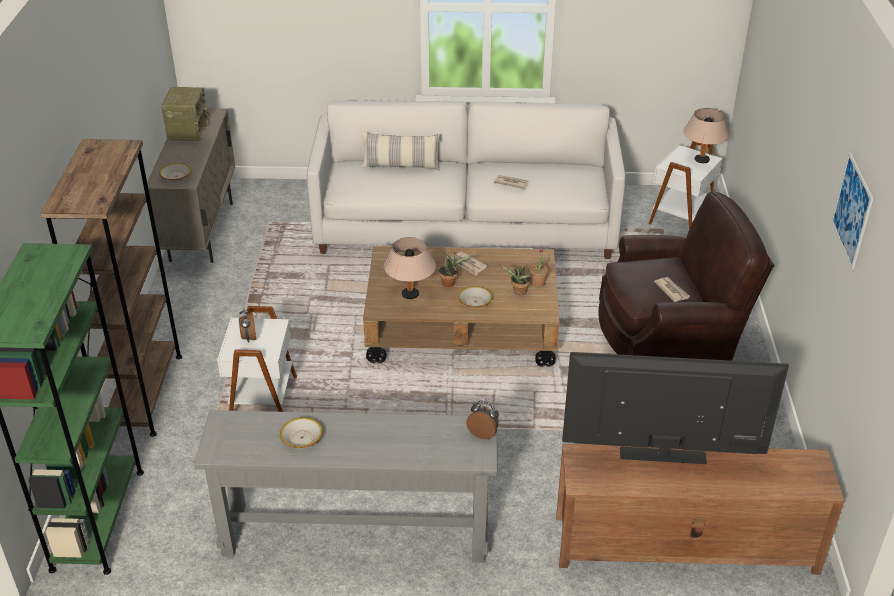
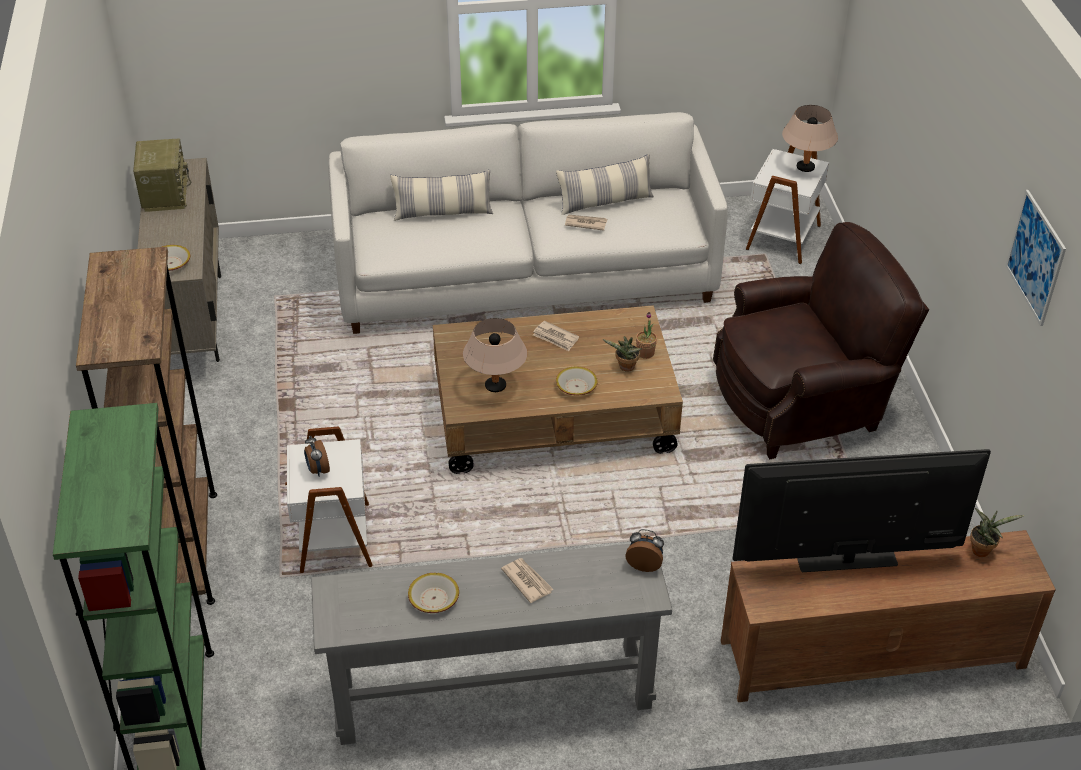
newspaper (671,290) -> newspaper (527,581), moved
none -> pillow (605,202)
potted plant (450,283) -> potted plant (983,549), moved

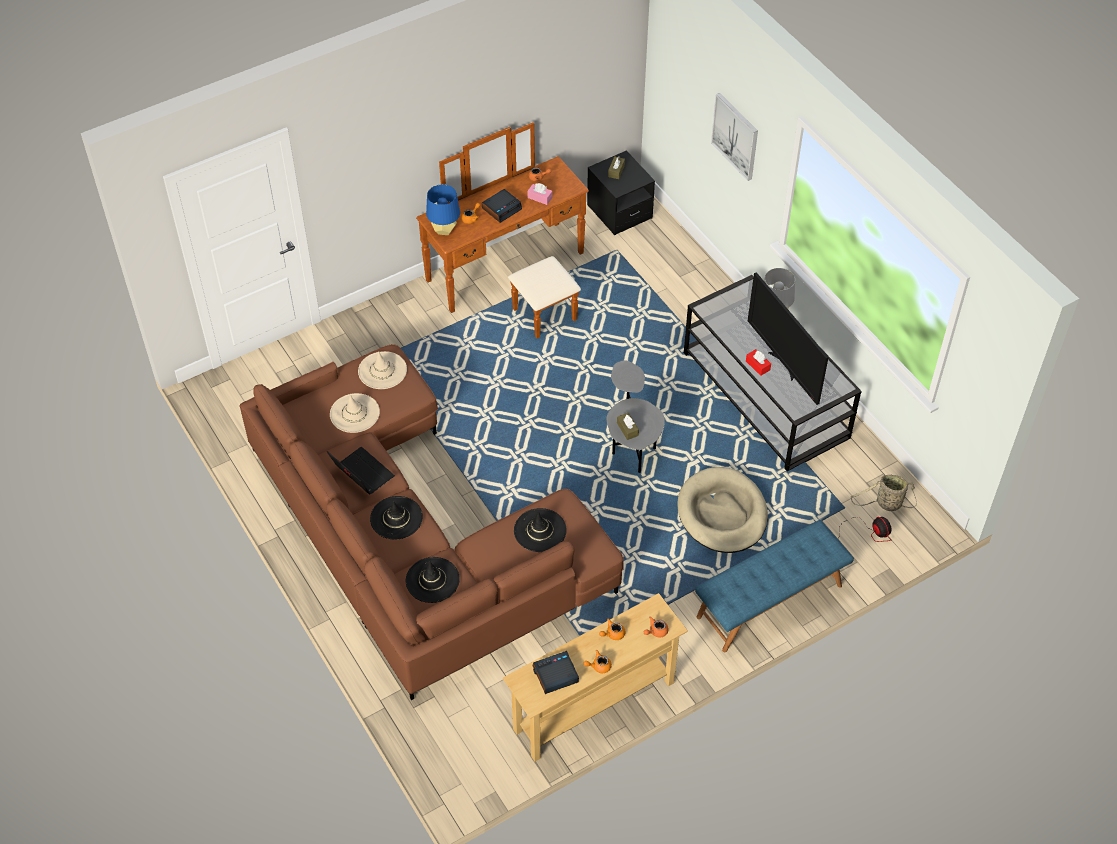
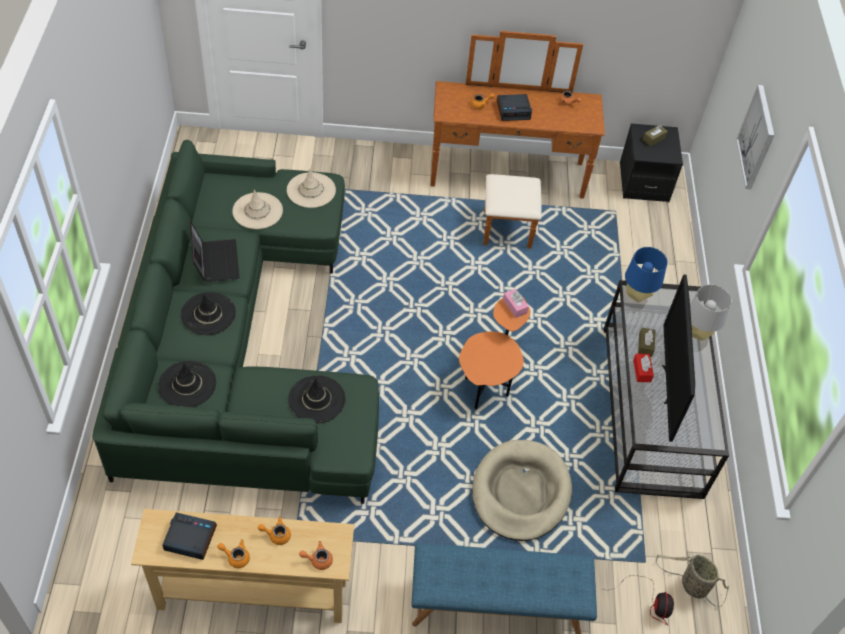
sofa/brown (412,537) -> sofa/green (237,345)
side table/grey (631,443) -> side table/orange (490,379)
tissue box/pink (540,197) -> tissue box/pink (514,306), moved
table lamp/blue (444,230) -> table lamp/blue (637,295), moved
tissue box/brown (627,429) -> tissue box/brown (645,345), moved

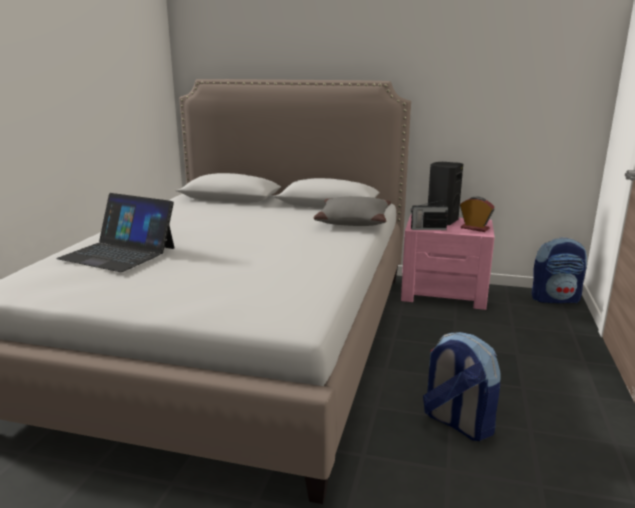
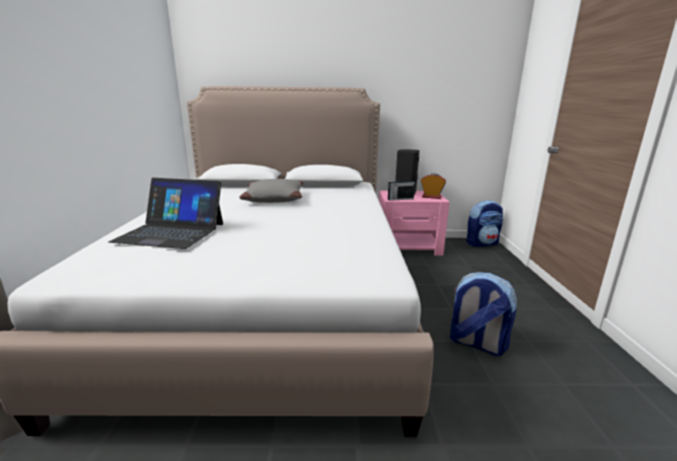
pillow/grey (352,221) -> pillow/grey (273,199), moved

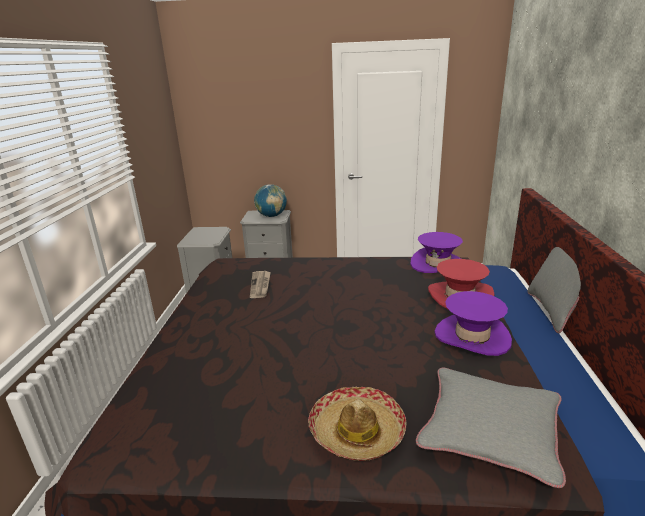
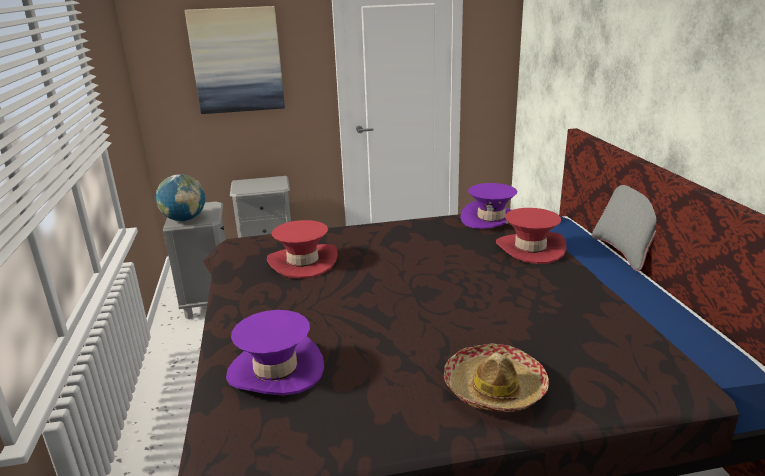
globe (271,216) -> globe (184,219), moved
none -> picture (237,60)
hat/purple (472,336) -> hat/purple (276,370), moved
newspaper (260,285) -> hat/red (303,262)
pillow/grey (490,430) -> none

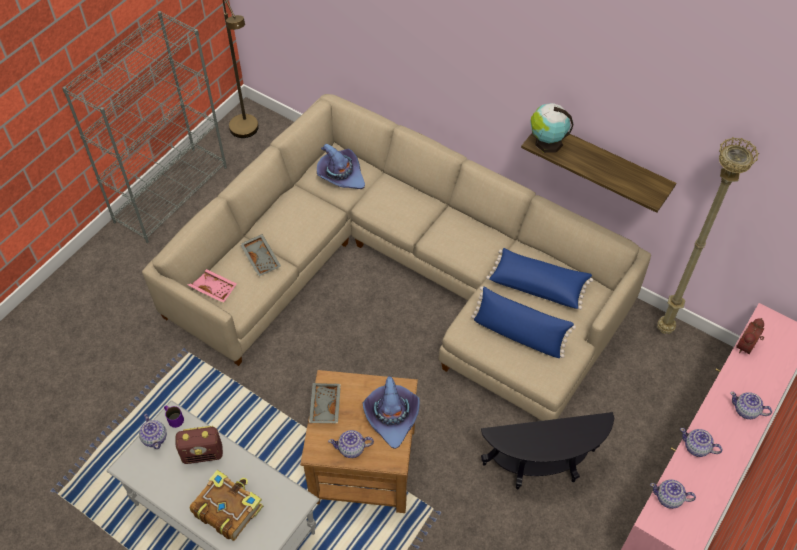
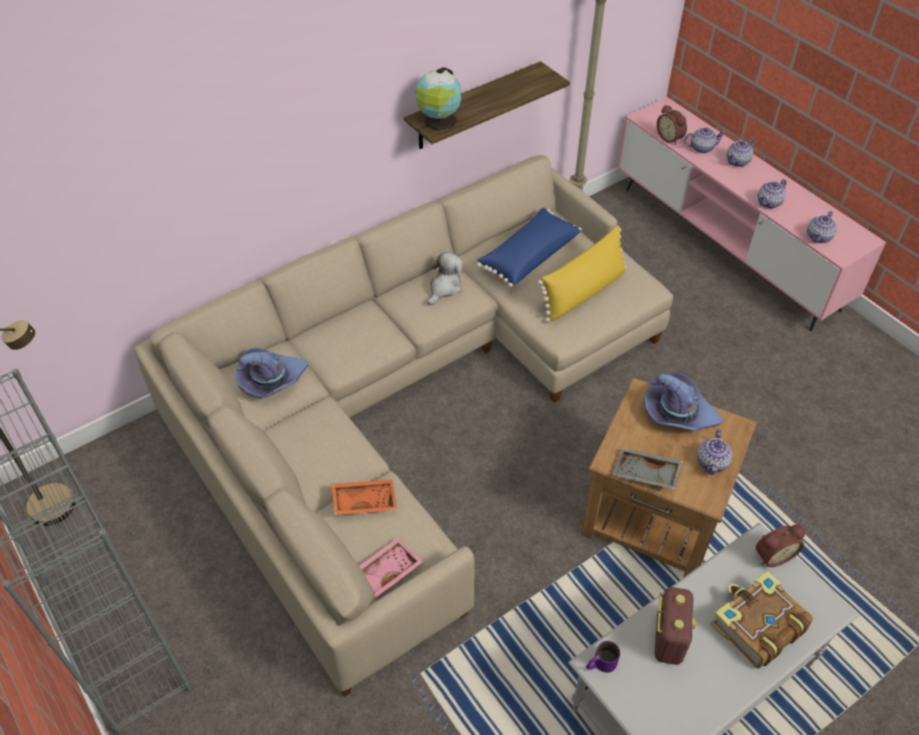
tray/grey (262,258) -> tray/orange (364,500)
none -> plush toy (444,288)
pillow/blue (519,334) -> pillow/yellow (583,292)
teapot (155,437) -> teapot (701,148), moved
none -> alarm clock (772,554)
side table/black (541,469) -> none

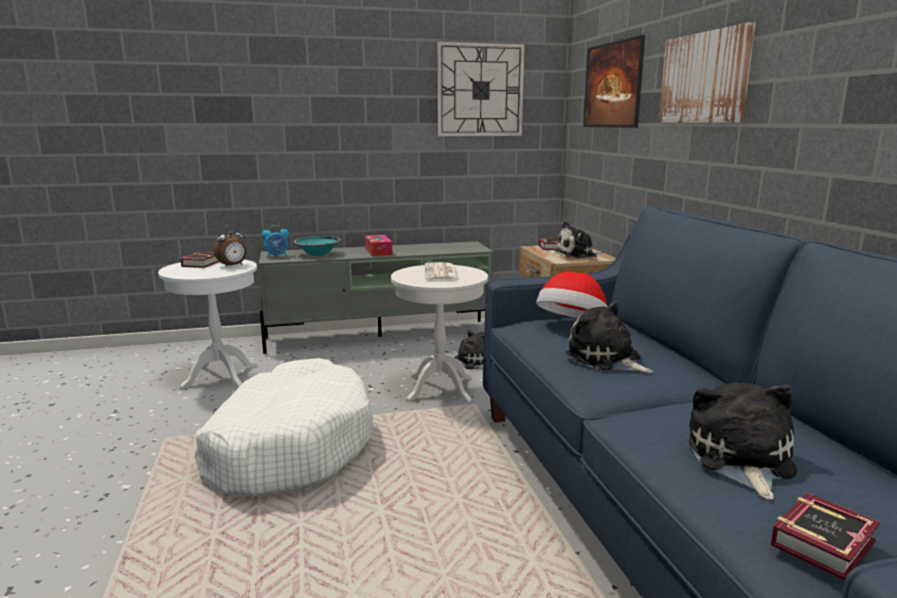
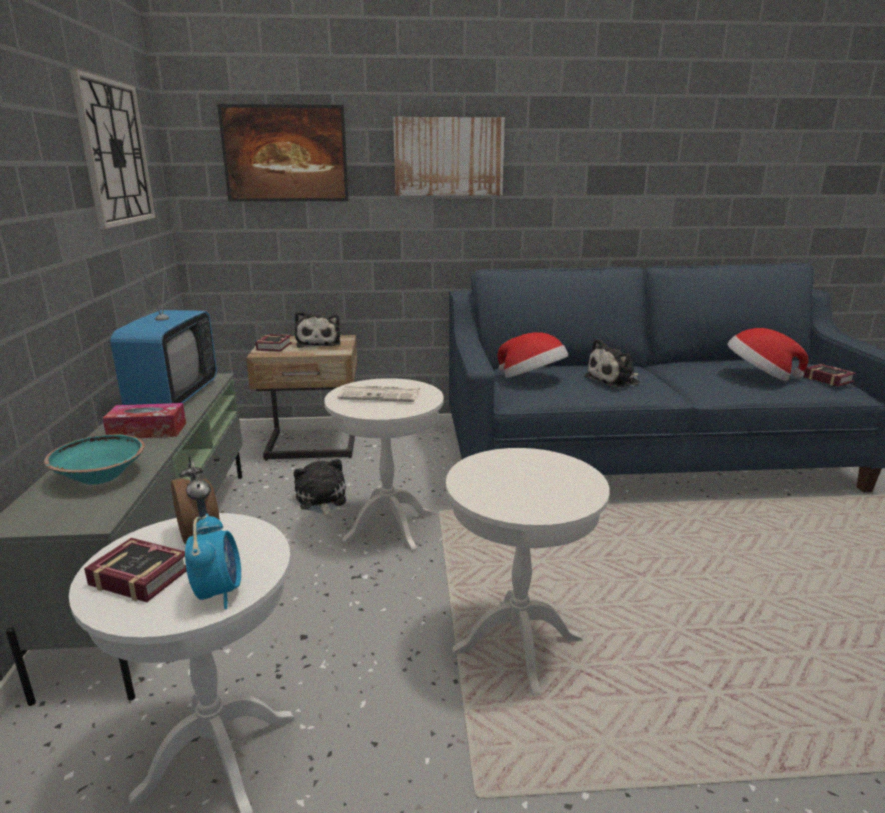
none -> television (174,396)
alarm clock (277,256) -> alarm clock (219,592), moved
dog bed/white (289,447) -> side table/white (518,645)
plush toy (740,459) -> hat (759,376)

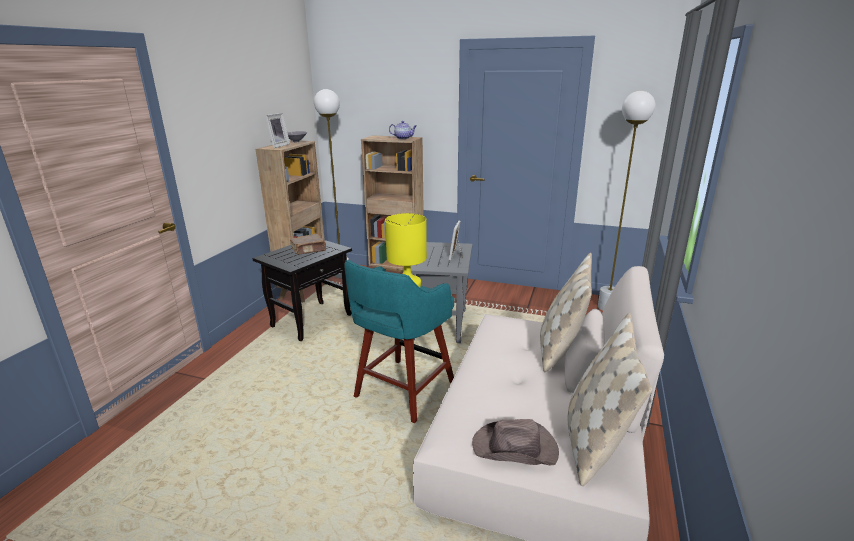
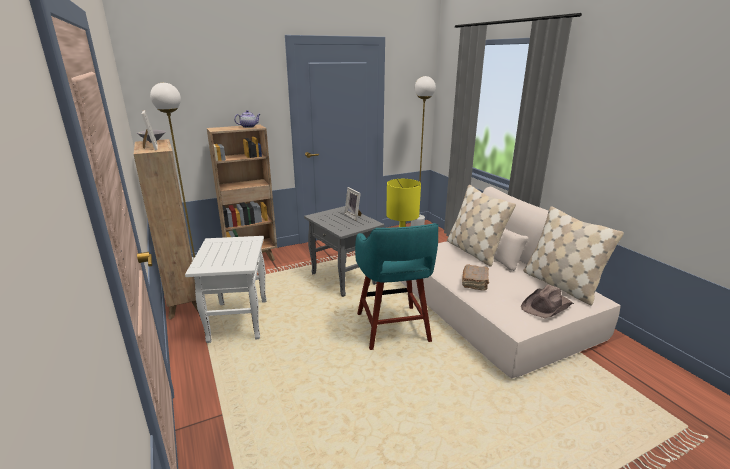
side table/black (312,320) -> side table/white (237,320)
book/brown (309,250) -> book/brown (475,283), moved

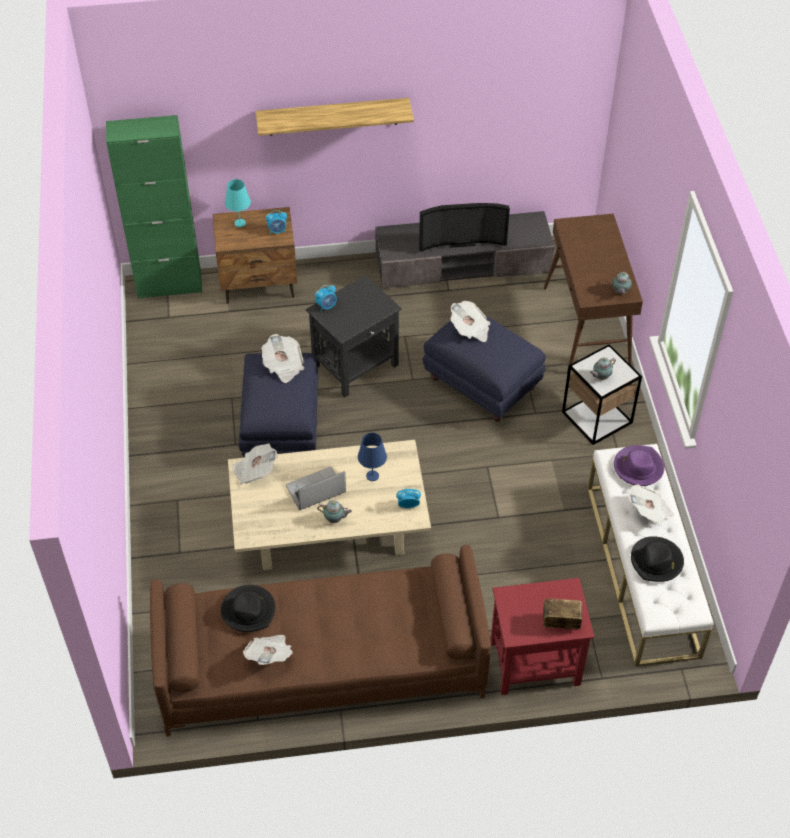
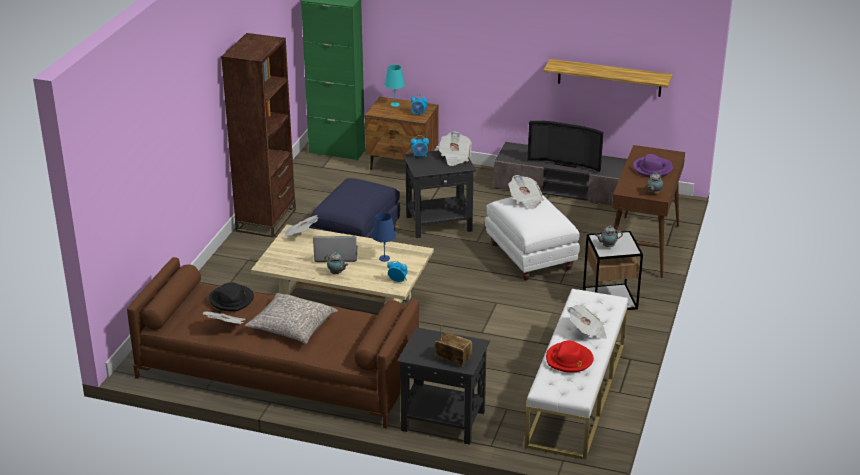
none -> bookcase/brown (266,220)
none -> pillow/grey (291,327)
side table/red (533,662) -> side table/black (442,420)
newspaper (283,366) -> newspaper (455,157), moved
ottoman/blue (481,383) -> ottoman/white (530,256)
shelf (333,116) -> shelf (609,77), moved
hat/black (656,561) -> hat/red (569,360)
hat/purple (638,467) -> hat/purple (652,169), moved

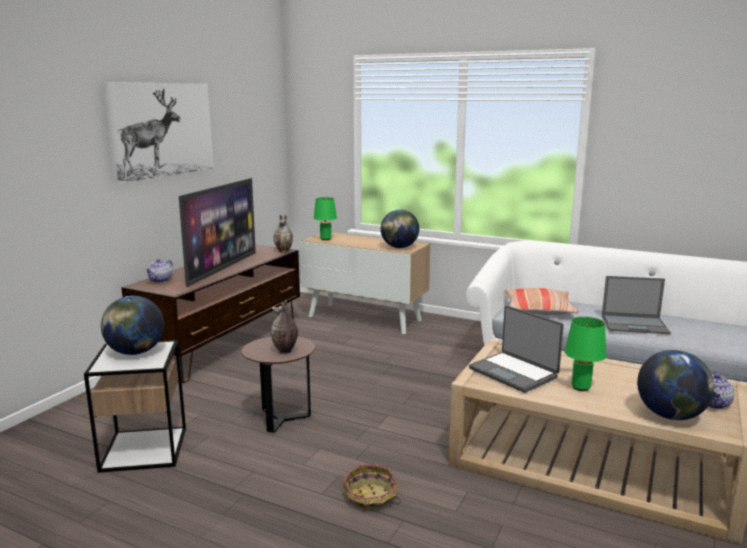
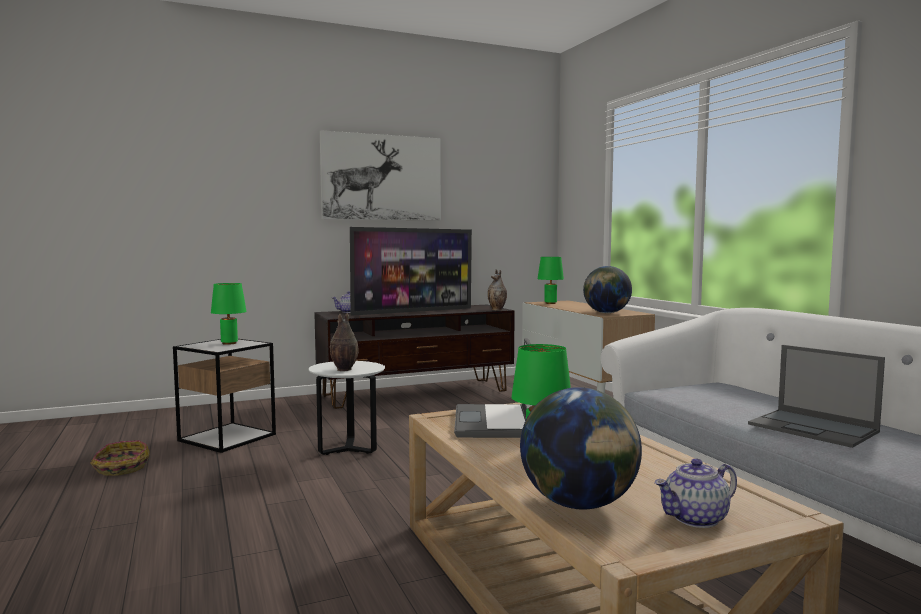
basket (370,497) -> basket (121,468), moved
globe (135,352) -> table lamp/green (229,343)
side table/brown (282,420) -> side table/white (348,449)
pillow (538,310) -> none

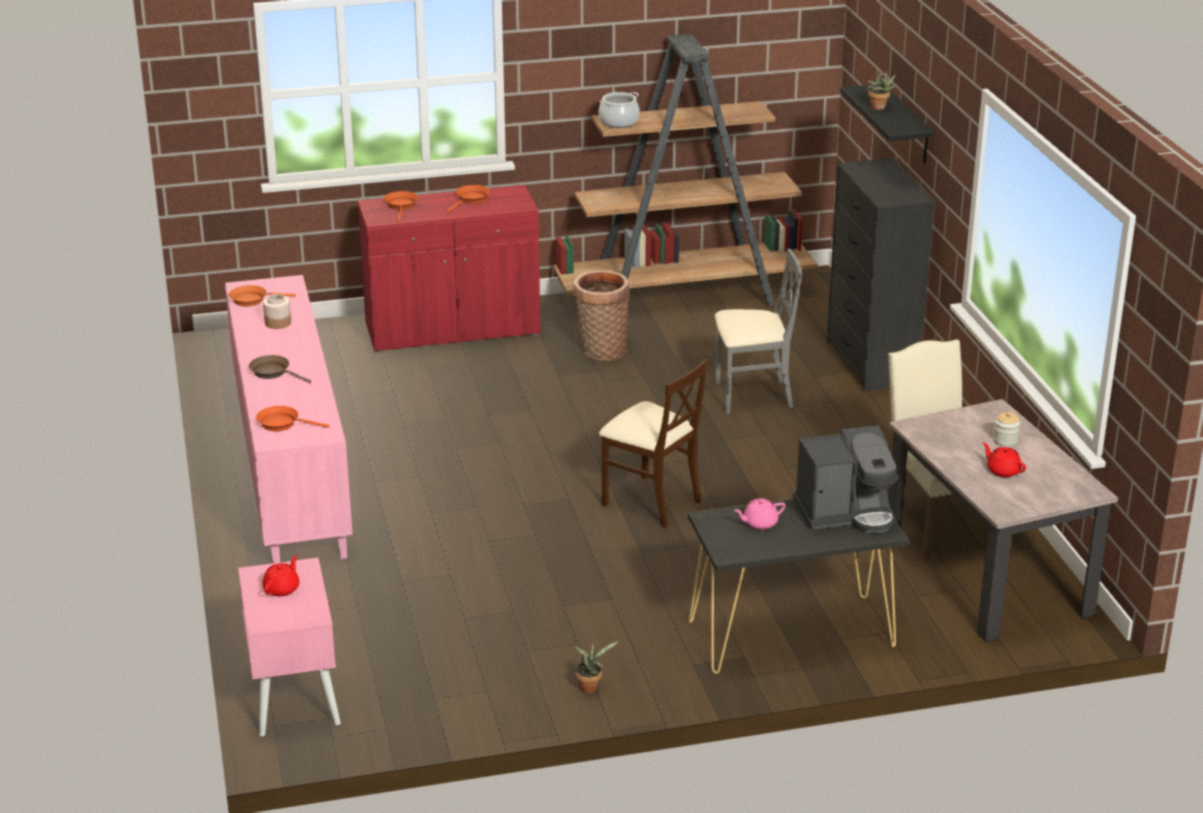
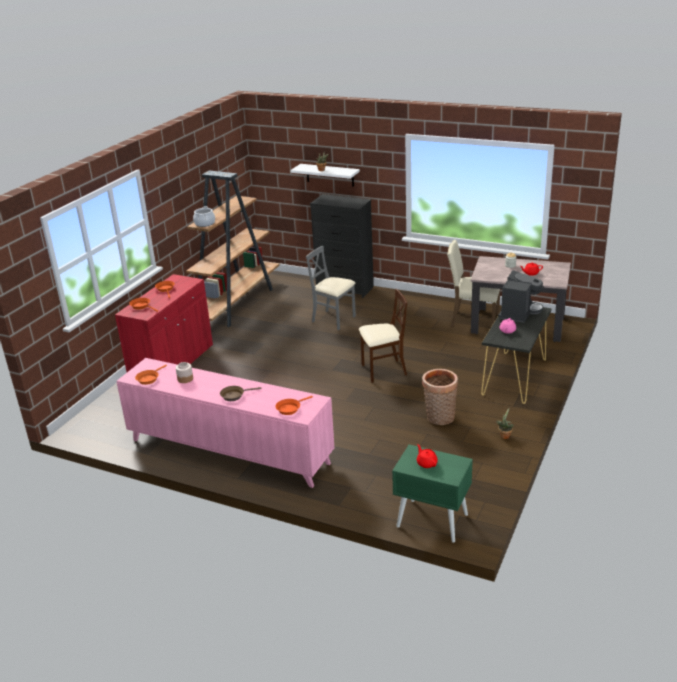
shelf/black (906,125) -> shelf/white (330,175)
chair/grey (752,396) -> chair/grey (334,319), 90 degrees counterclockwise
nightstand/pink (293,697) -> nightstand/green (431,520)
basket (601,351) -> basket (439,418), moved

